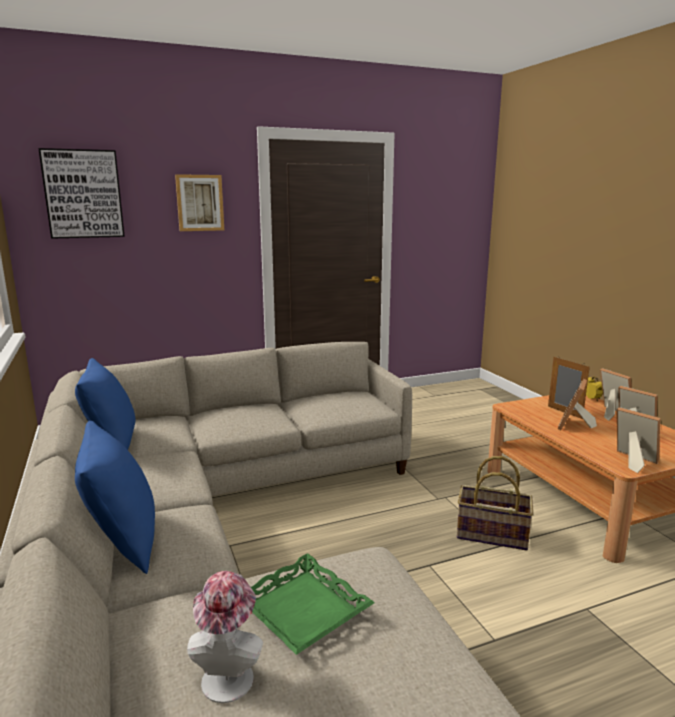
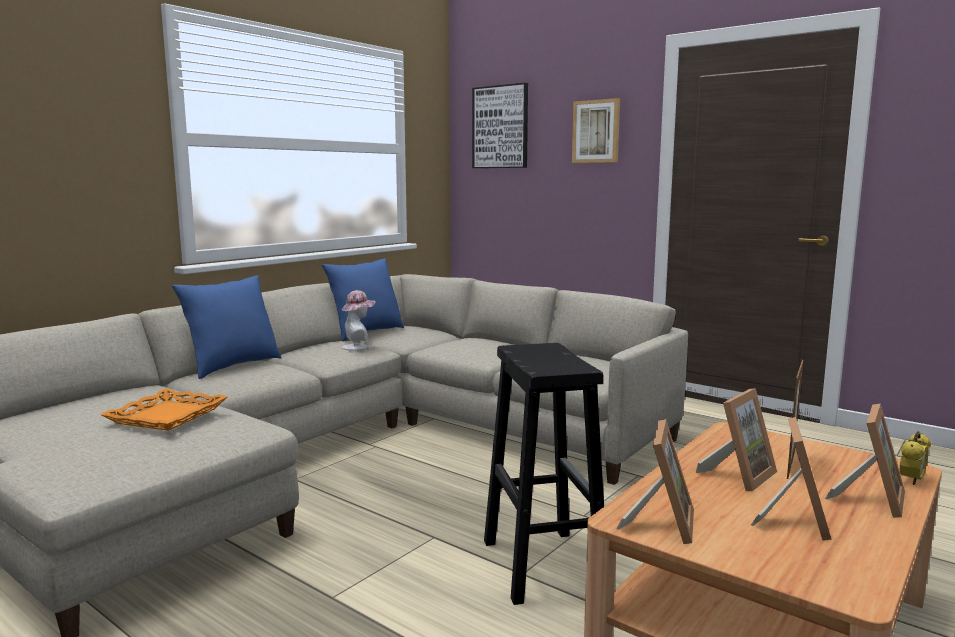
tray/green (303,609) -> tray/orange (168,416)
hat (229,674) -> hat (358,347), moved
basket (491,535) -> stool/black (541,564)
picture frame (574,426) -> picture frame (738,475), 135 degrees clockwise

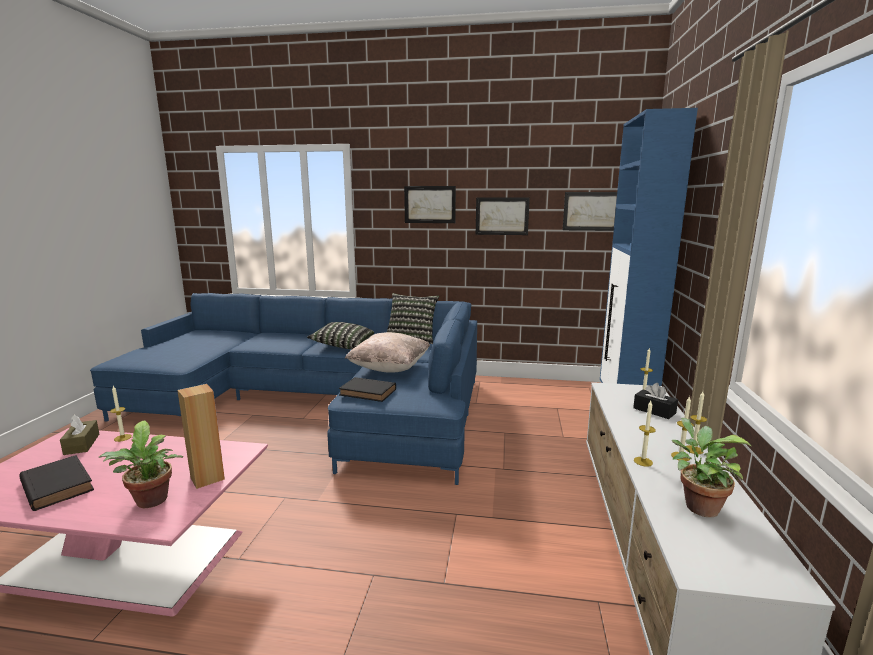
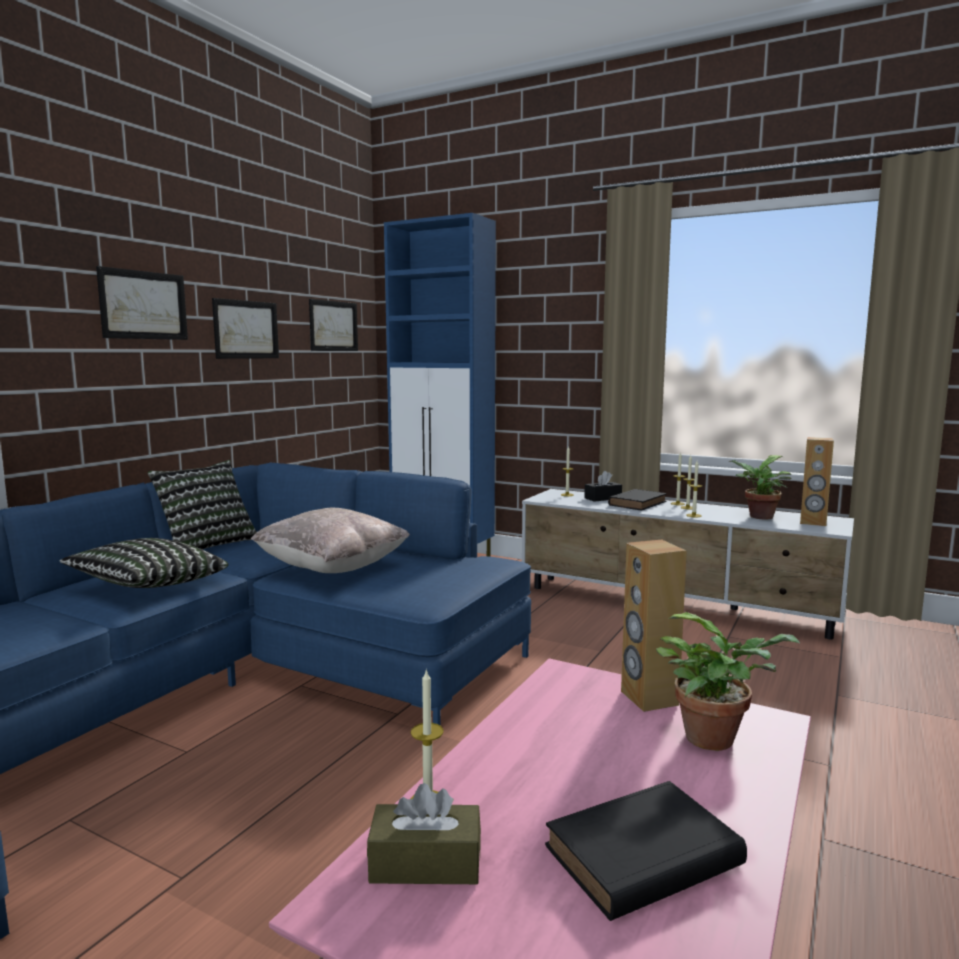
book/black (369,392) -> book/black (638,503), moved
none -> speaker/brown (813,522)

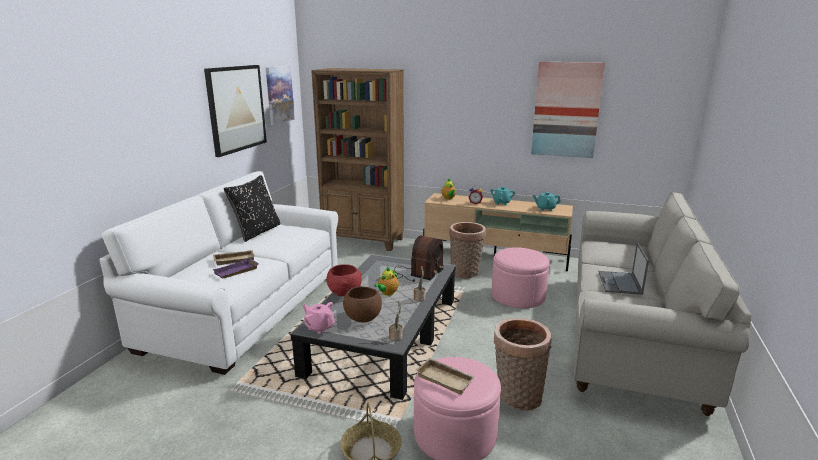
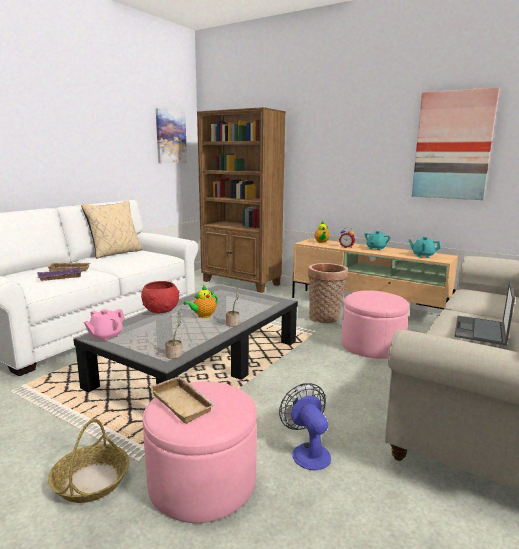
pillow/black (257,232) -> pillow/beige (115,253)
teapot/pink (319,327) -> teapot/pink (106,336), 105 degrees counterclockwise
basket (517,397) -> fan (307,451)
picture (236,109) -> none
bowl/brown (362,317) -> none
radio (417,273) -> none

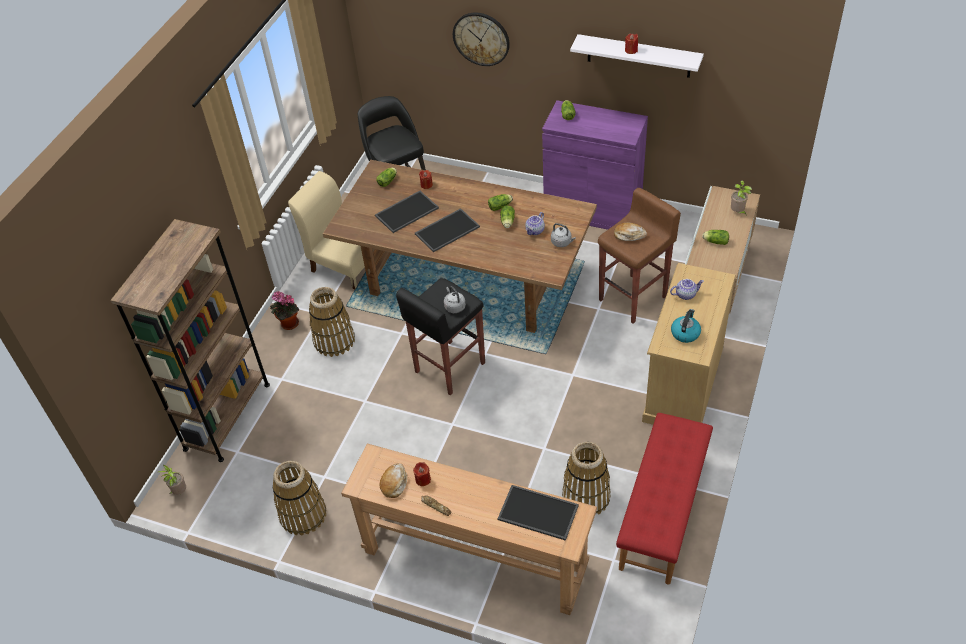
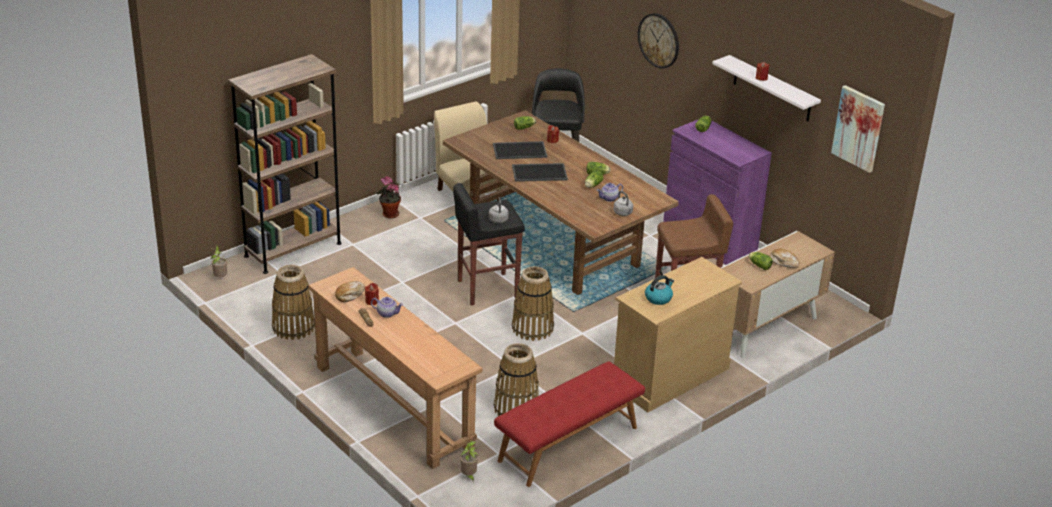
teapot (685,294) -> teapot (387,313), moved
potted plant (738,212) -> potted plant (469,476), moved
basket (334,340) -> basket (532,328), moved
bread (629,235) -> bread (783,262), moved
none -> picture (858,128)
tray (537,513) -> none

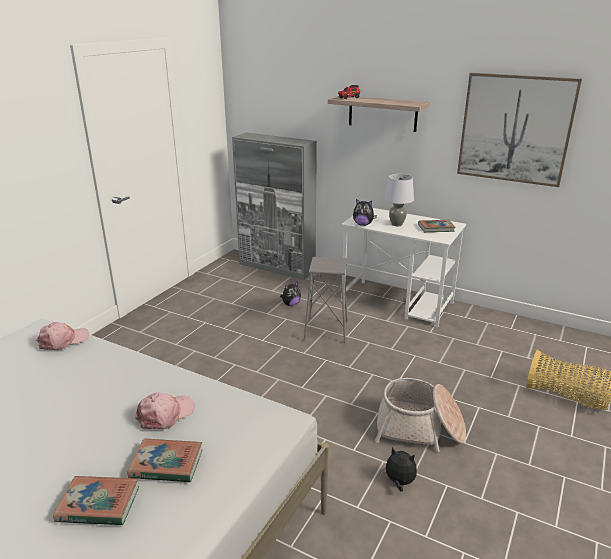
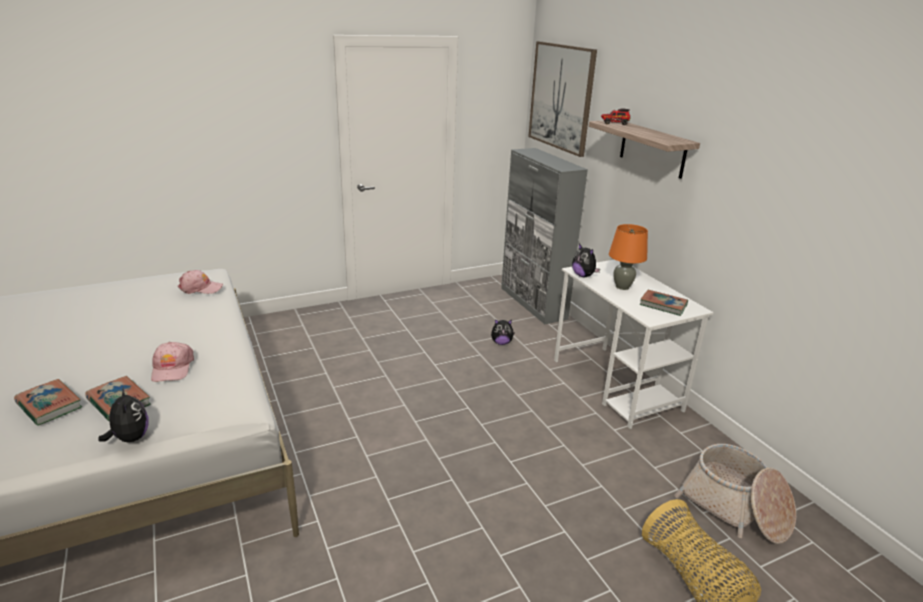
plush toy (399,482) -> plush toy (130,438), moved
cap/pink (166,414) -> cap/pink (172,368), 90 degrees clockwise
picture (515,129) -> picture (561,97), moved
table lamp/grey (397,224) -> table lamp/orange (622,287)
basket (419,428) -> basket (735,508), moved
stool/grey (326,331) -> none

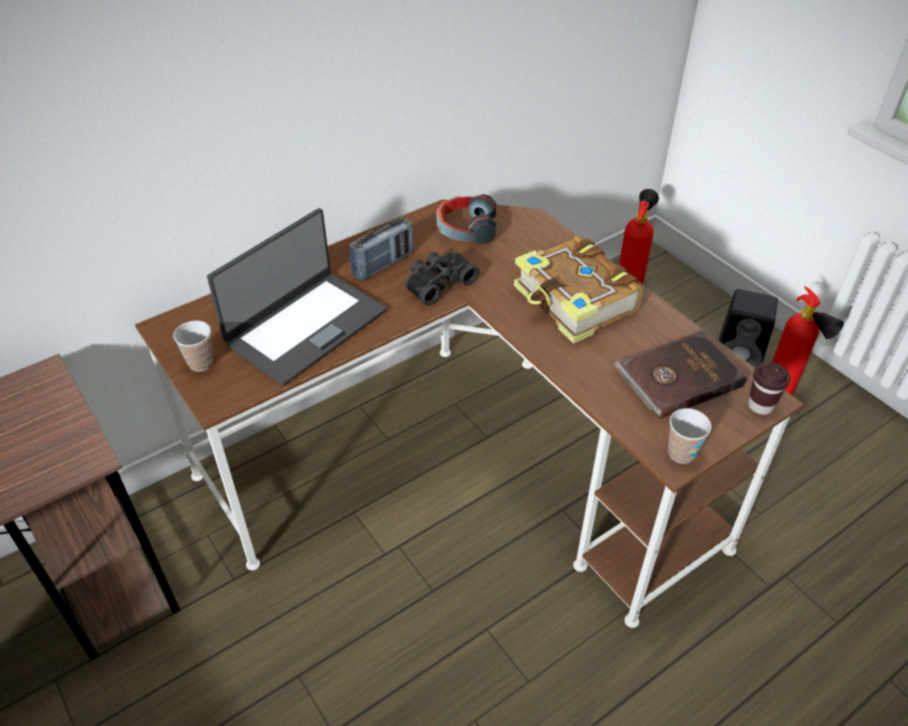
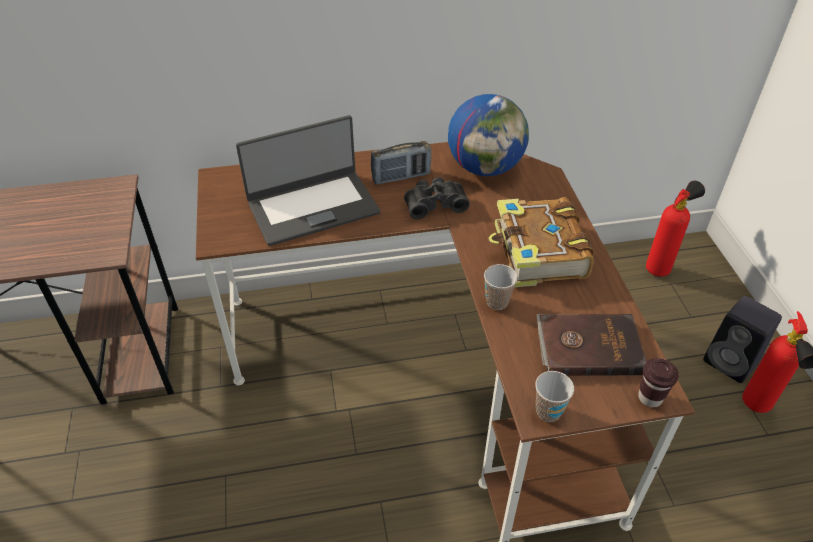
headphones (465,229) -> globe (485,167)
cup (201,363) -> cup (497,302), moved

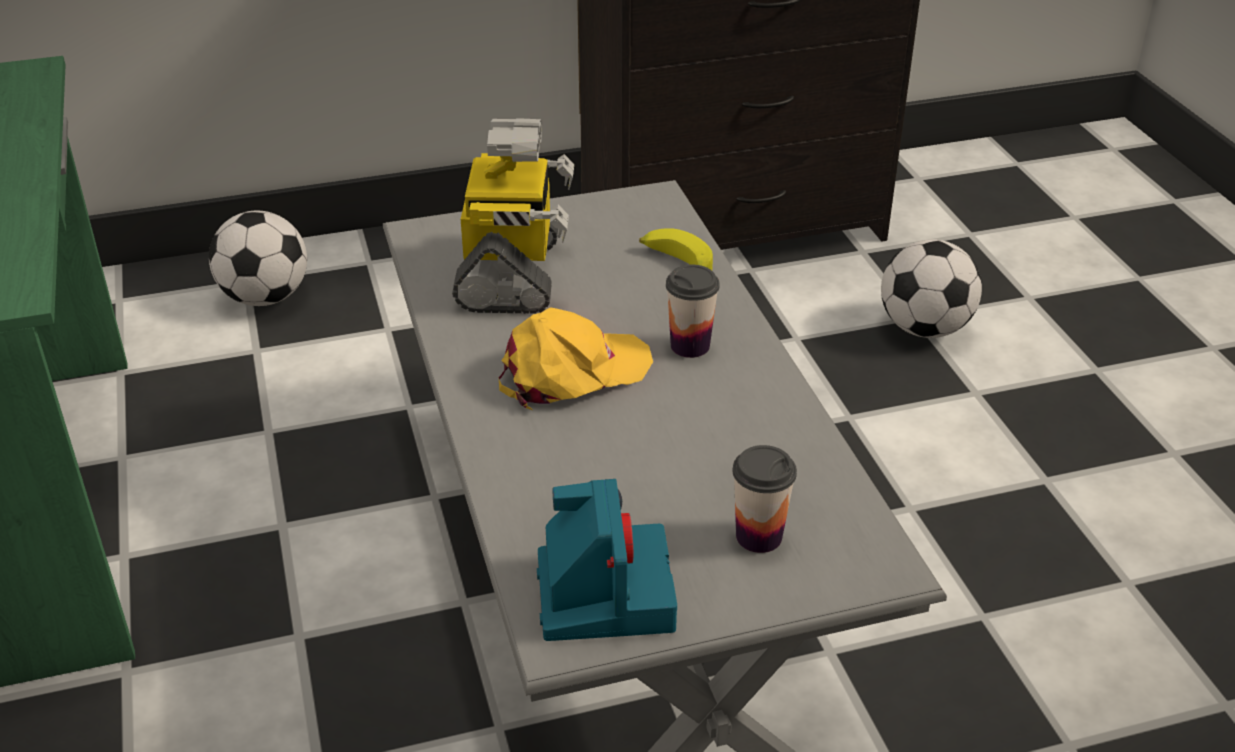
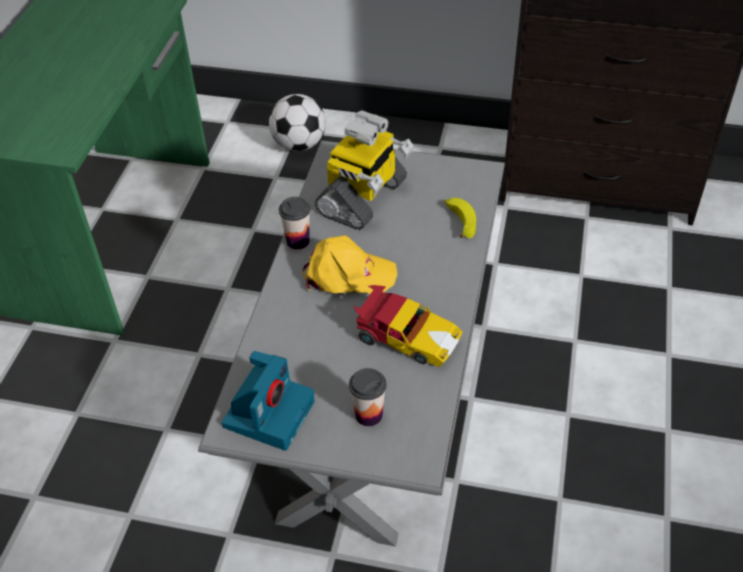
cup (690,346) -> cup (298,241), moved
none -> toy car (405,338)
football (924,328) -> none

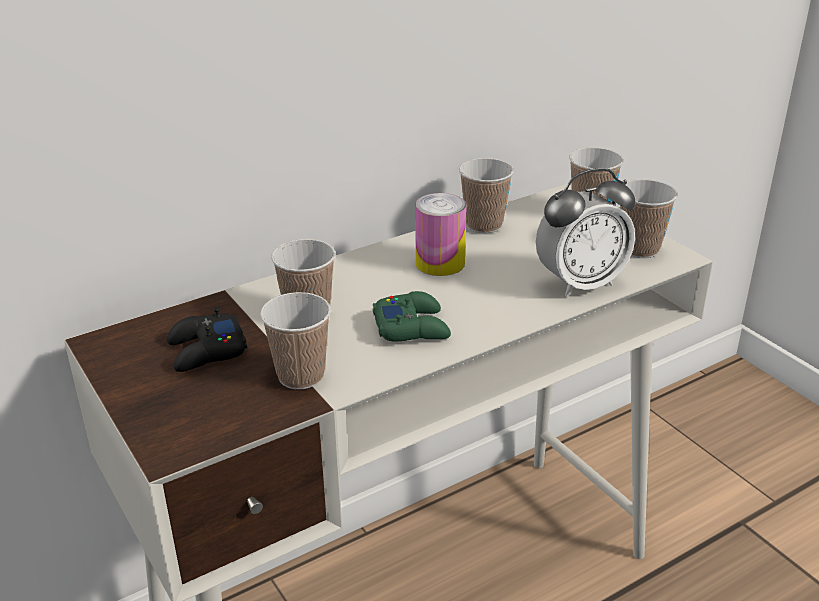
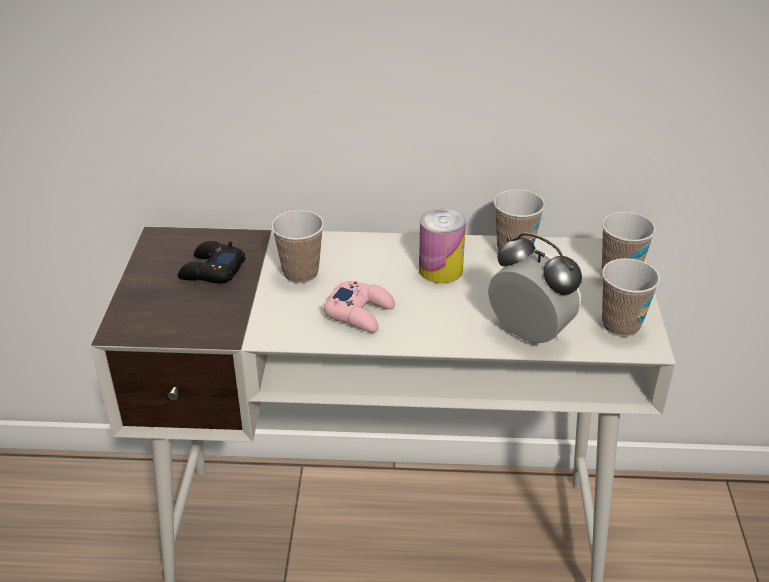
game controller/green (412,327) -> game controller/pink (360,312)
alarm clock (580,284) -> alarm clock (529,334), 150 degrees counterclockwise
cup (301,376) -> none

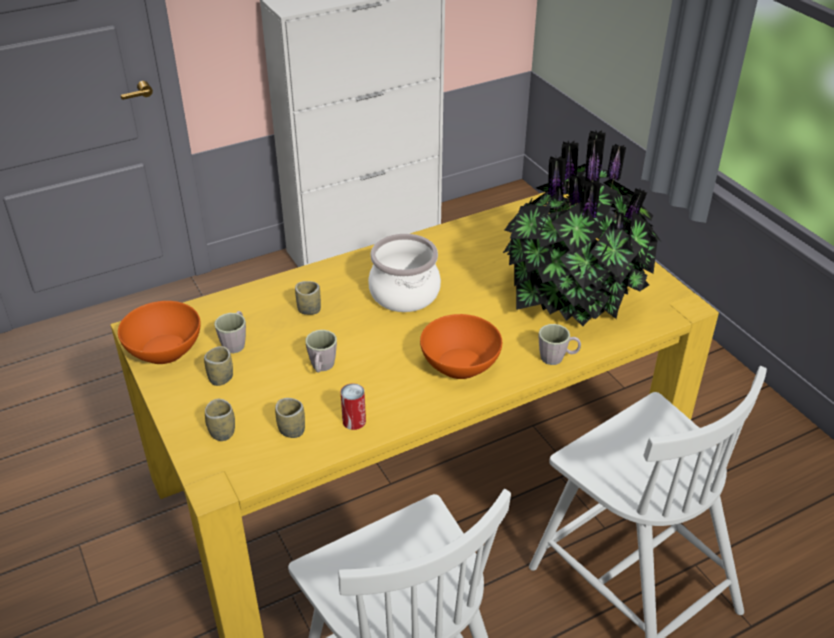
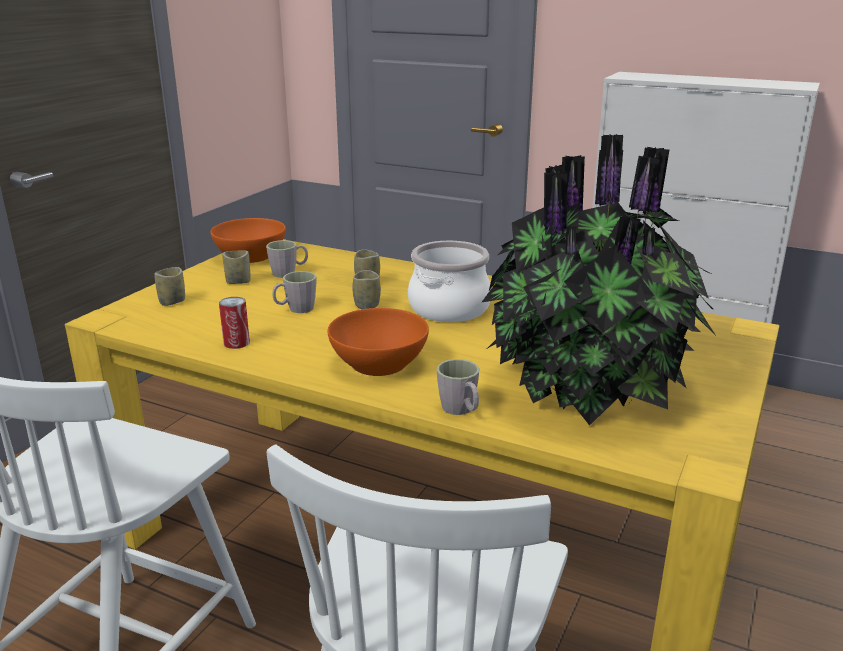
cup (292,430) -> cup (367,305), moved

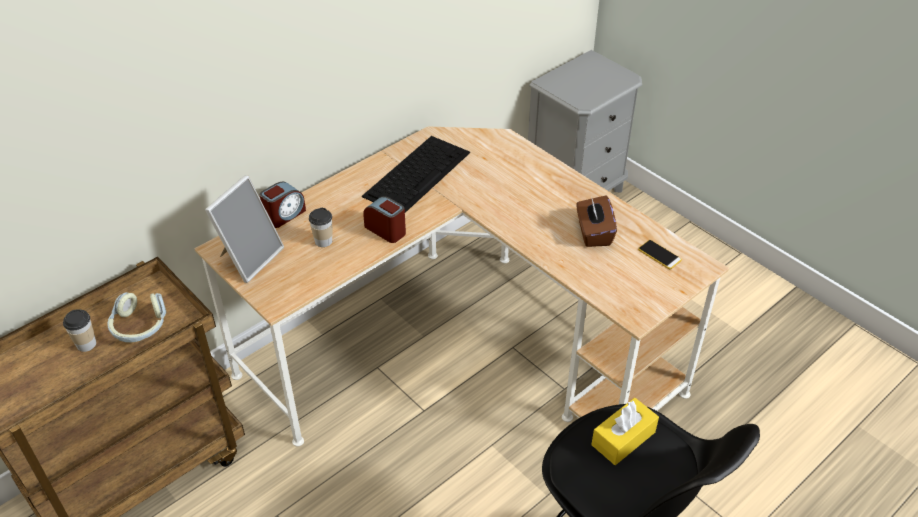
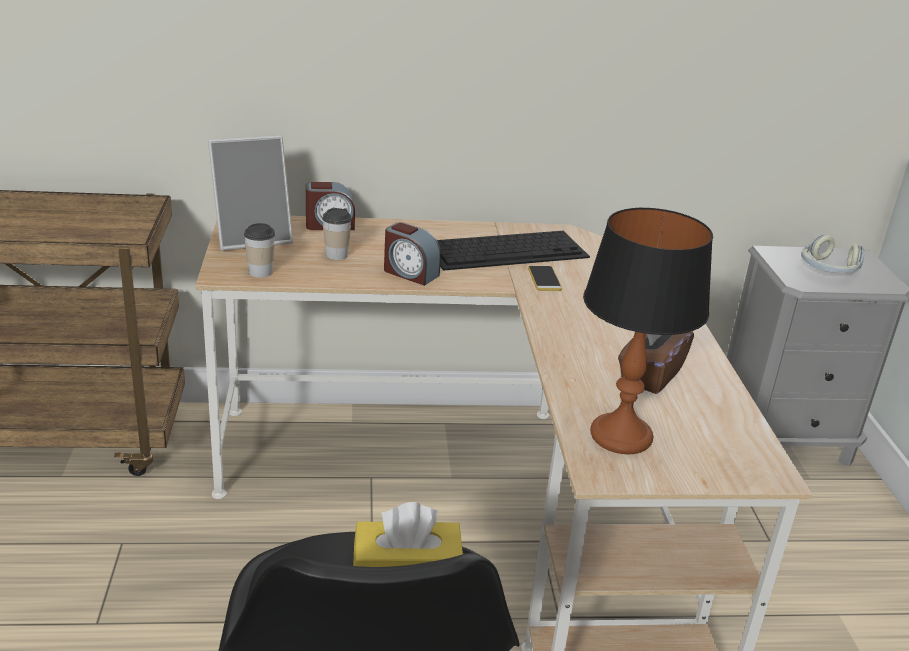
cup (86,344) -> cup (260,272), moved
alarm clock (386,230) -> alarm clock (410,273), 135 degrees clockwise
phone (659,255) -> phone (544,279), moved
none -> table lamp (620,436)
headphones (139,326) -> headphones (828,269), moved

